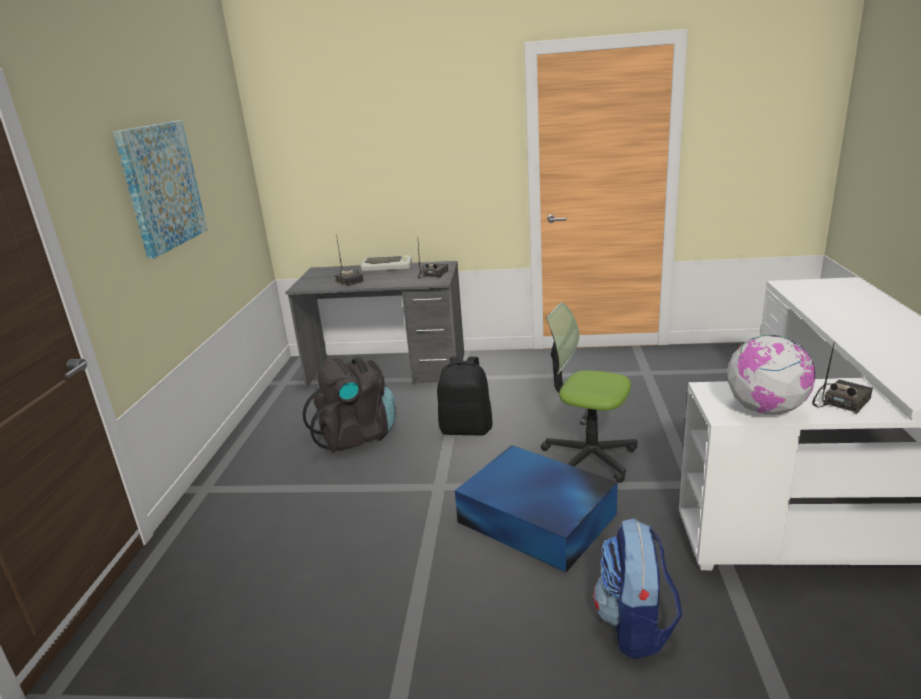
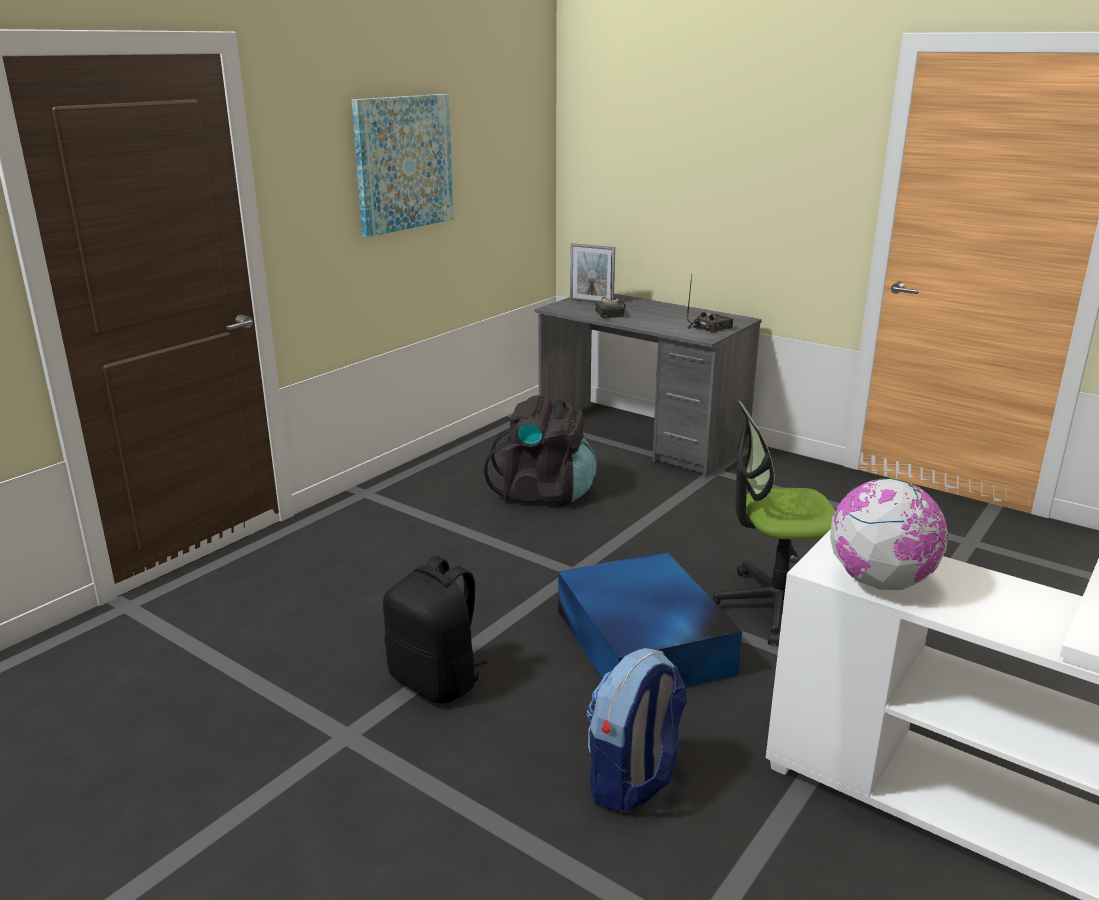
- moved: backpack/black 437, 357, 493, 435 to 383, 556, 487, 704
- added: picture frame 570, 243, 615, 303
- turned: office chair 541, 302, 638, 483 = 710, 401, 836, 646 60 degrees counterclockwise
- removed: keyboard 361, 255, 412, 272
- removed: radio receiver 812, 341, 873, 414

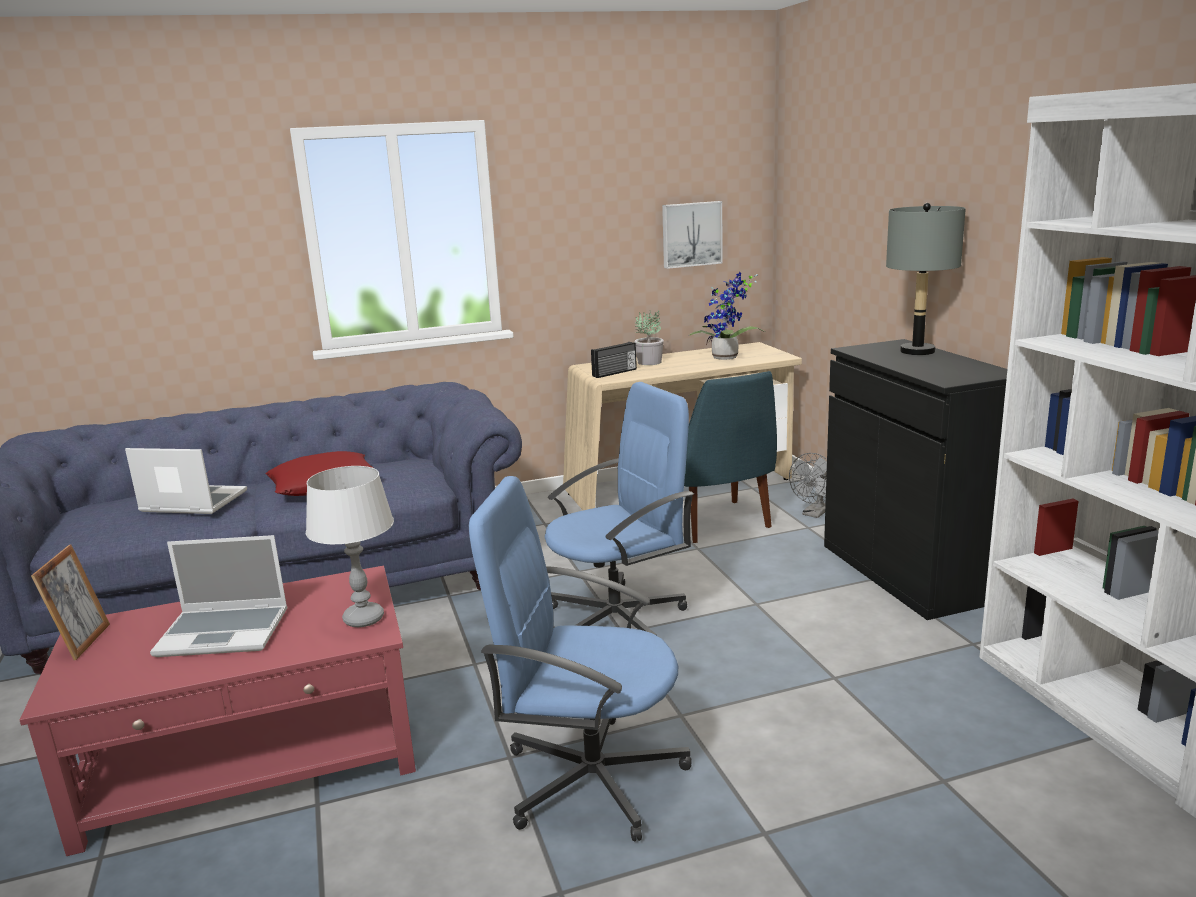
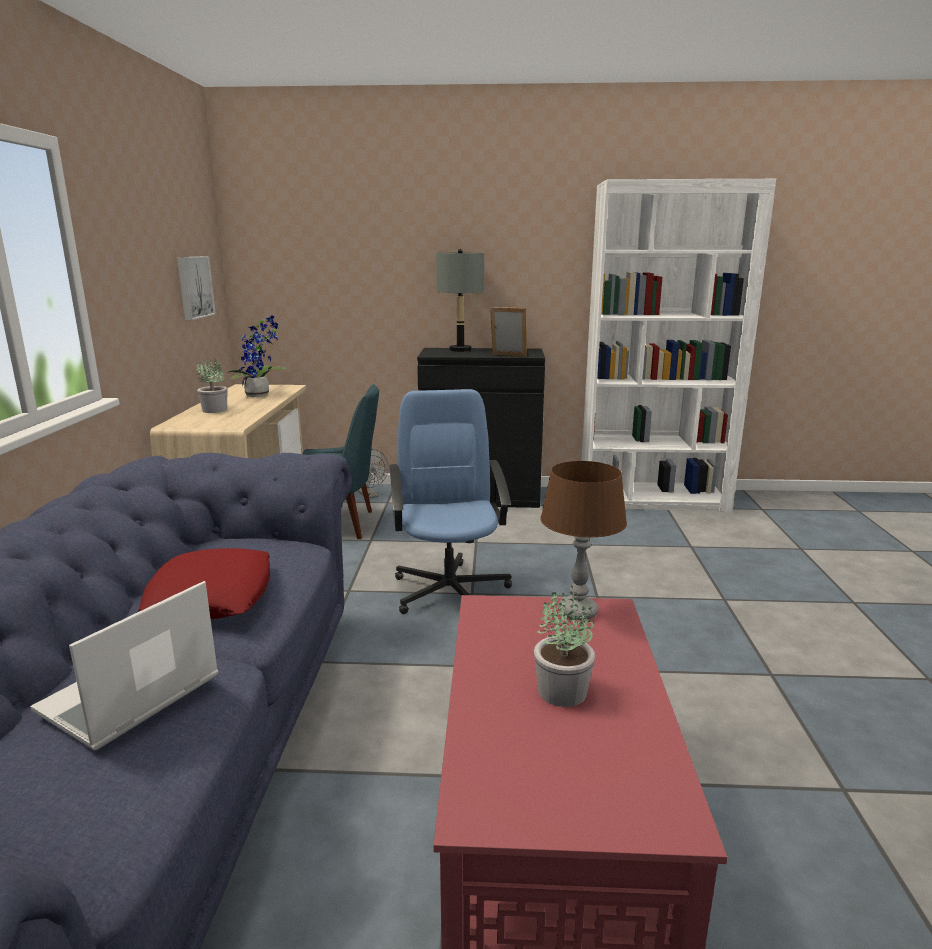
- moved: picture frame 31, 545, 110, 660 to 490, 307, 527, 357
- replaced: laptop 150, 535, 288, 657 to potted plant 534, 585, 595, 707
- recoloured: lamp for a table/grey 306, 466, 394, 627 to lamp for a table/brown-coloured 541, 461, 627, 620
- removed: office chair/bluish 469, 476, 692, 841
- removed: radio receiver 591, 342, 637, 378

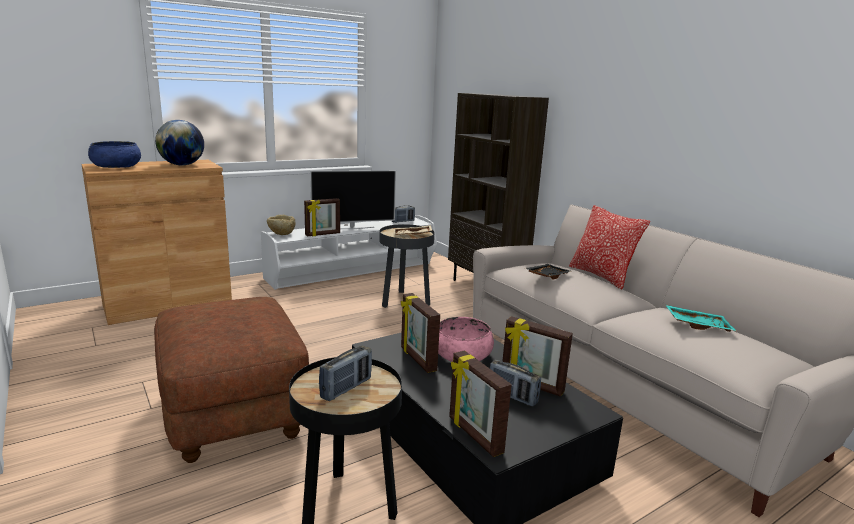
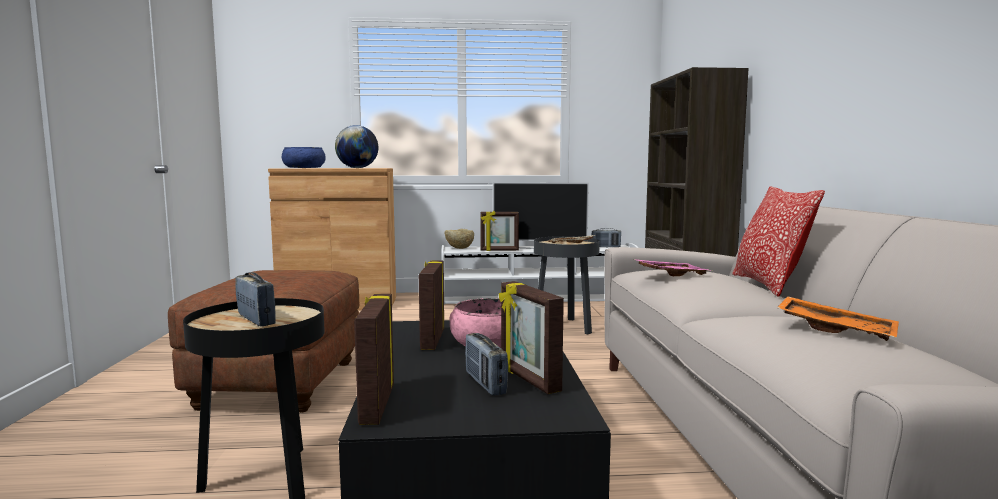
- turned: radio receiver 319, 346, 372, 401 = 236, 272, 276, 327 105 degrees counterclockwise
- recoloured: serving tray/black 525, 264, 571, 280 to serving tray/pinkish 634, 259, 712, 276
- recoloured: serving tray/turquoise-coloured 666, 305, 736, 332 to serving tray/orange-coloured 777, 296, 899, 341

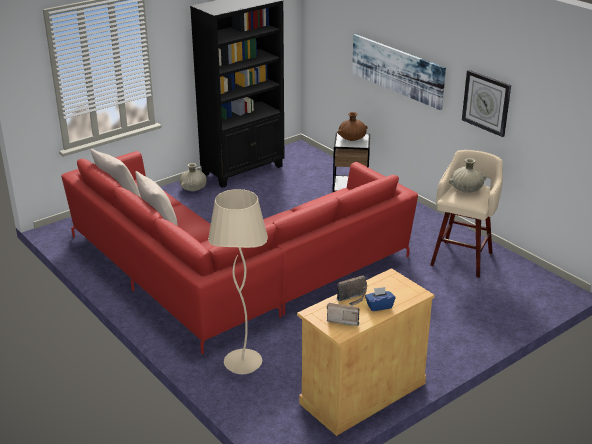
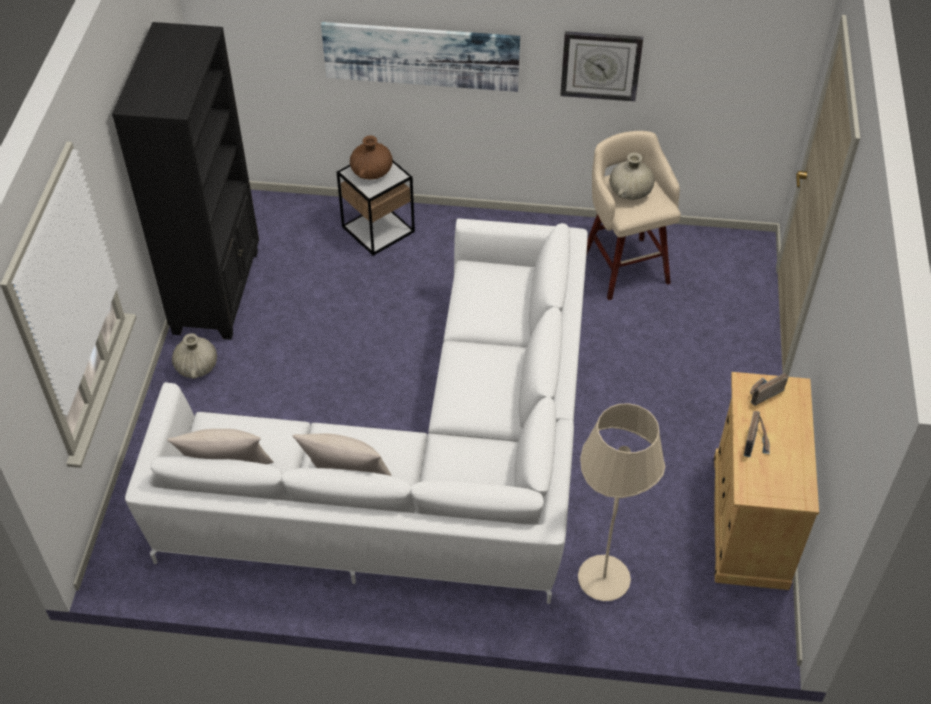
- recoloured: couch/red-coloured 61, 151, 418, 354 to couch/white-coloured 125, 218, 588, 604
- moved: radio receiver 327, 303, 359, 326 to 750, 373, 789, 406
- removed: tissue holder/bluish 365, 287, 395, 311

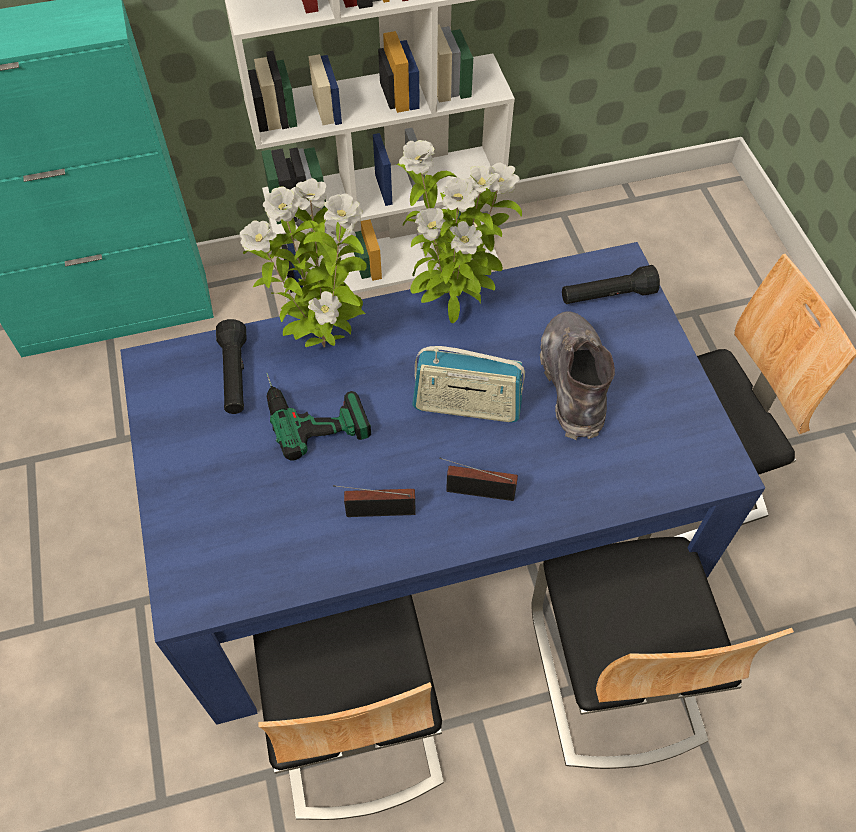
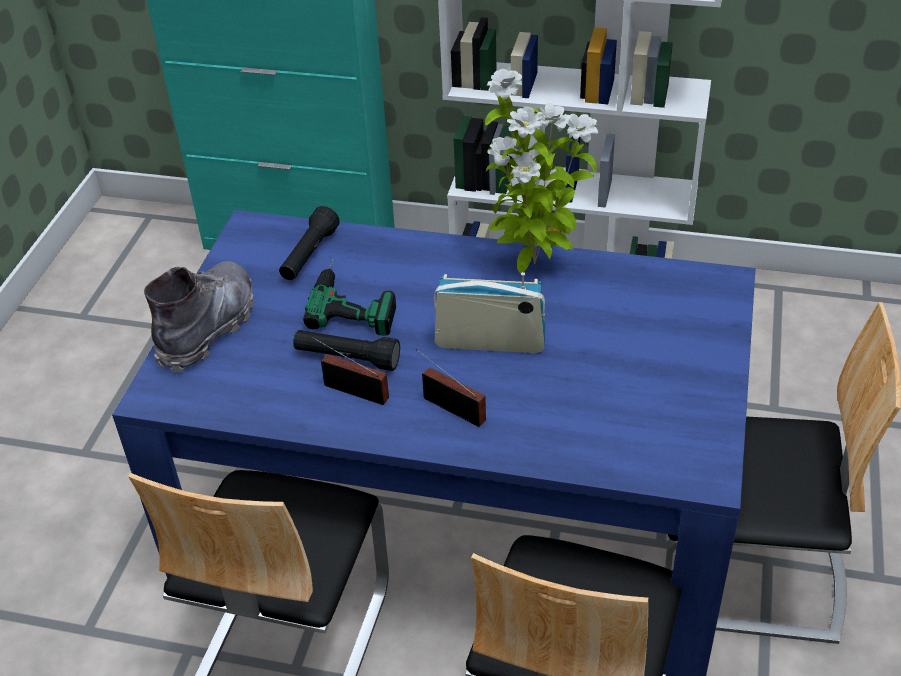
- moved: tall boot/grey 540, 311, 615, 440 to 144, 261, 254, 372
- moved: hand torch/black 562, 265, 660, 304 to 293, 330, 400, 371
- turned: radio receiver 412, 346, 525, 422 = 434, 272, 546, 353 150 degrees clockwise
- removed: potted plant 240, 178, 367, 348

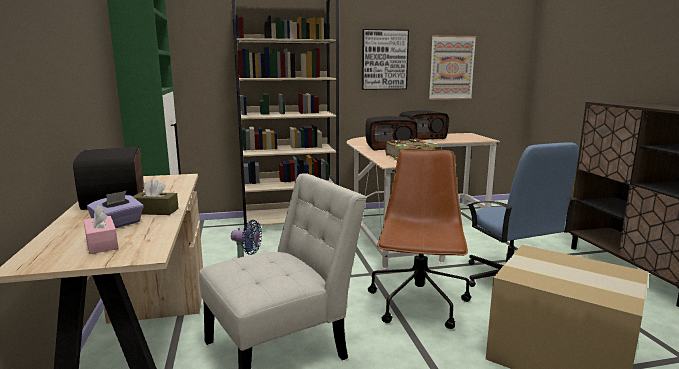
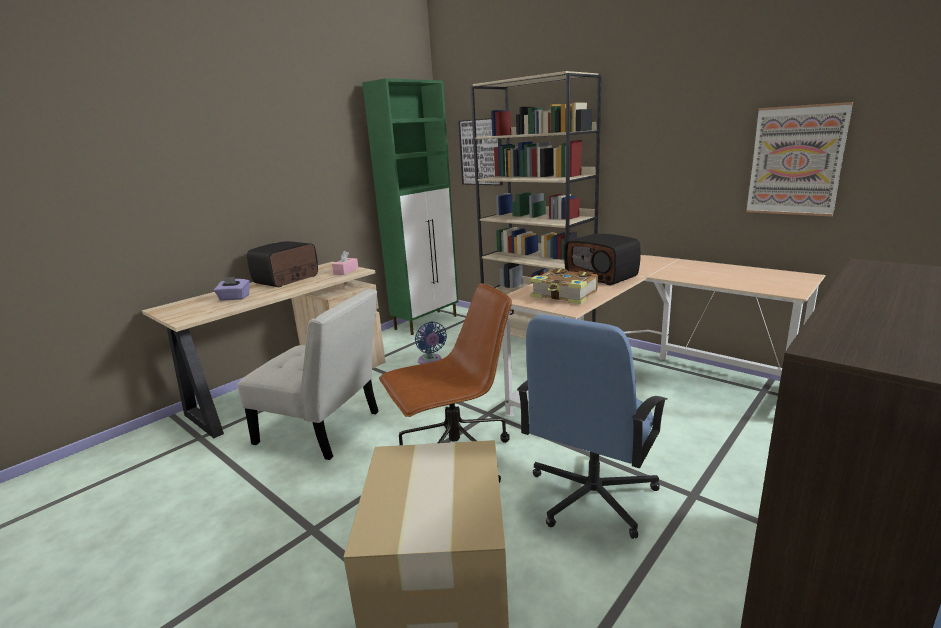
- moved: tissue holder/pinkish 84, 204, 118, 254 to 332, 251, 359, 275
- moved: wall art 362, 29, 409, 90 to 458, 118, 503, 186
- removed: tissue holder/brown-coloured 132, 179, 179, 215
- removed: radio receiver 399, 110, 449, 140

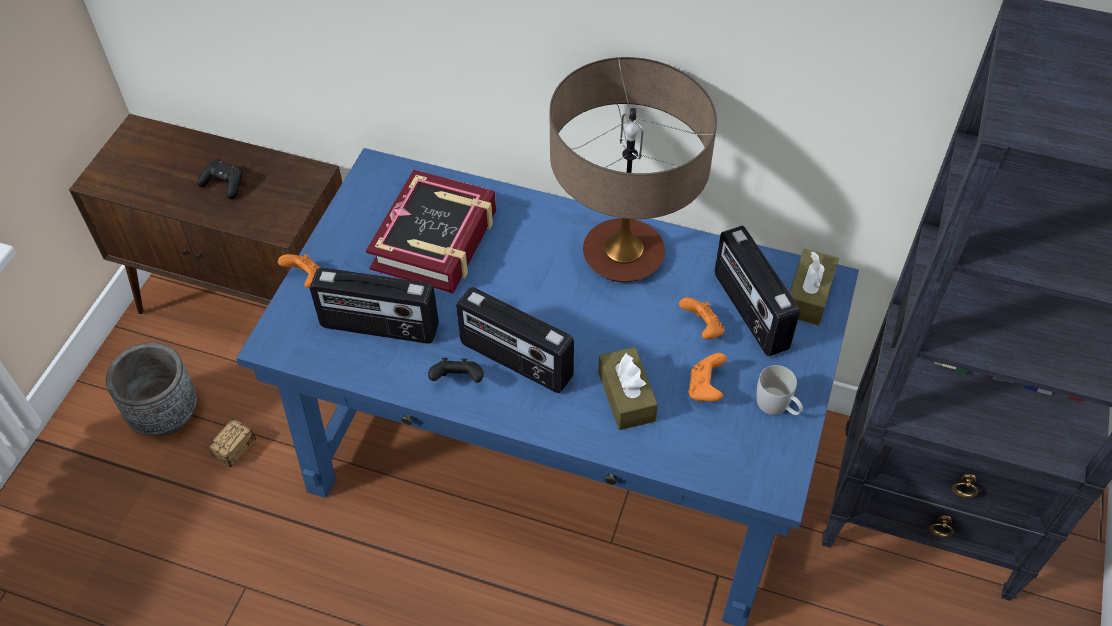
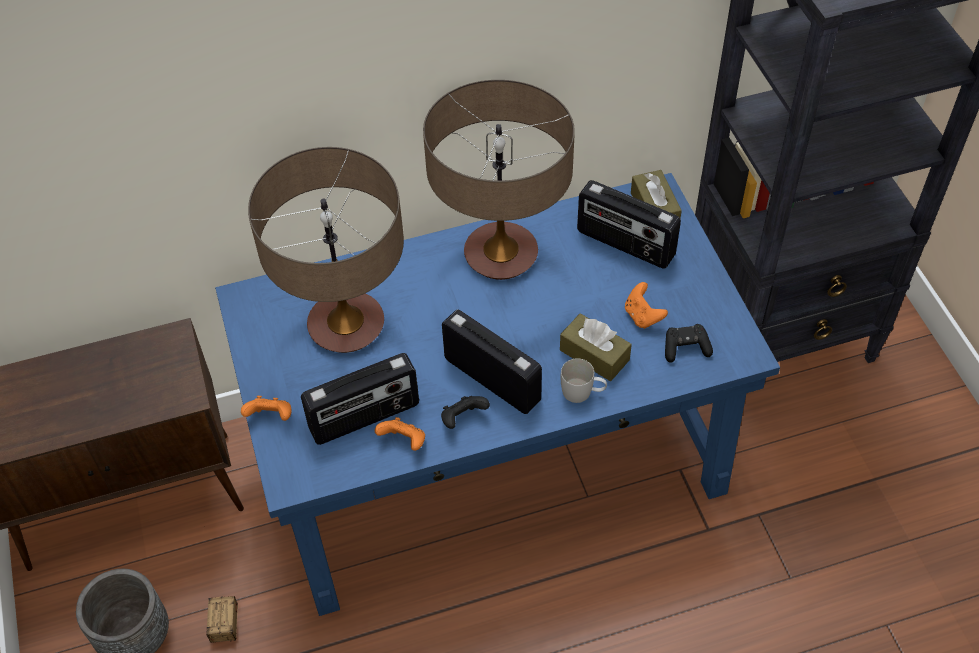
- replaced: bound book 366, 170, 496, 294 to lamp for a table 248, 147, 404, 353
- moved: game controller/orange-coloured 679, 298, 724, 340 to 375, 417, 425, 451
- turned: radio receiver 456, 287, 574, 393 = 442, 310, 542, 414 135 degrees counterclockwise
- moved: tea mug/white-coloured 757, 365, 803, 415 to 561, 358, 607, 403
- moved: game controller/black 197, 158, 243, 199 to 665, 324, 713, 363

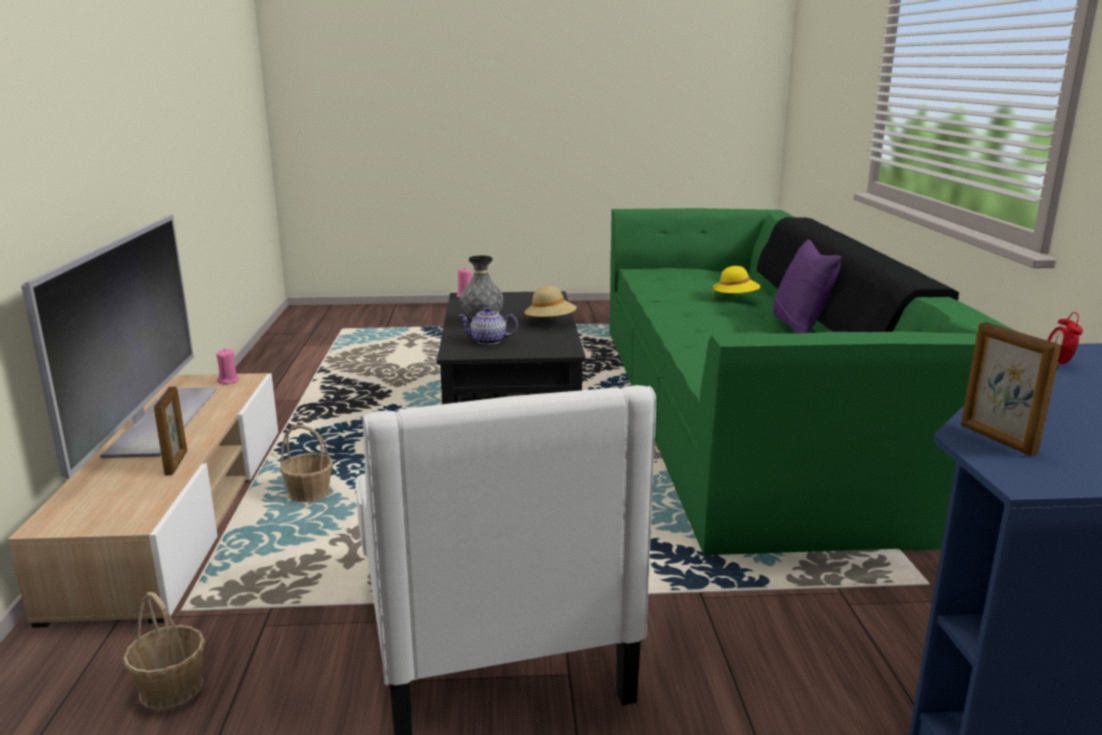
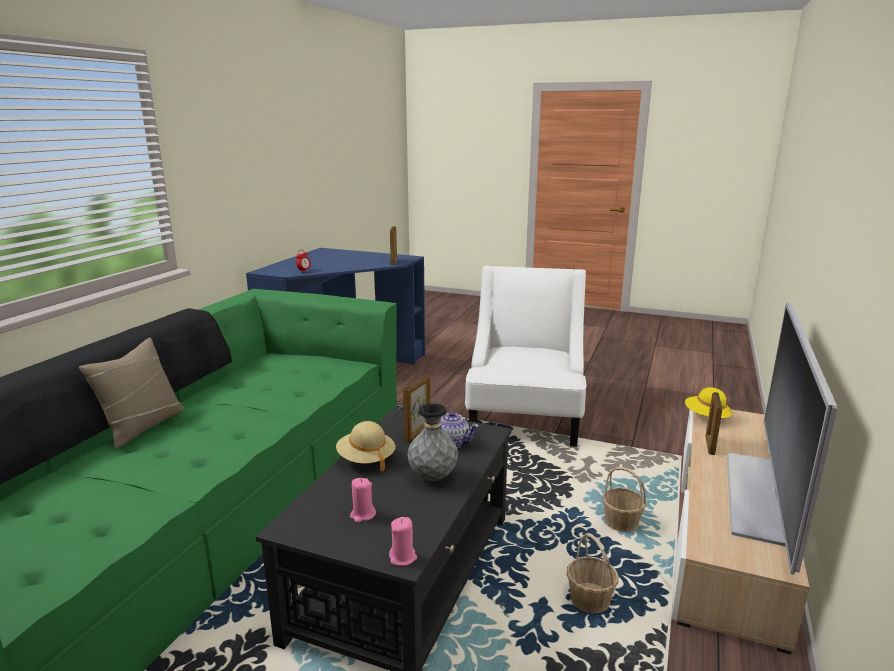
- recoloured: throw pillow/purple-coloured 773, 239, 842, 334 to throw pillow/sand-coloured 79, 338, 184, 449
- moved: candle/pinkish 216, 348, 239, 384 to 350, 478, 376, 523
- added: picture frame 403, 375, 431, 442
- moved: basket 123, 592, 205, 710 to 567, 533, 618, 613
- moved: clothing hat/yellow 712, 266, 761, 297 to 685, 387, 732, 419

